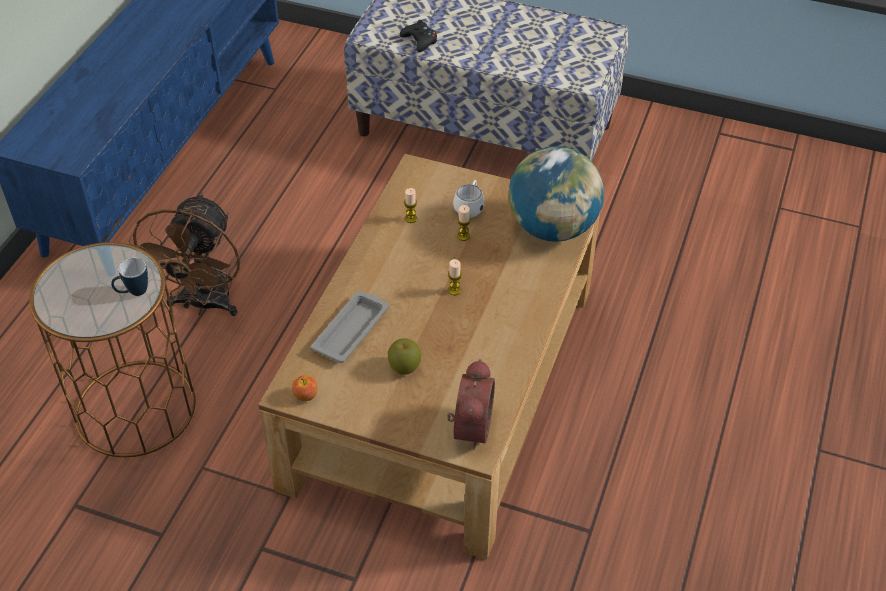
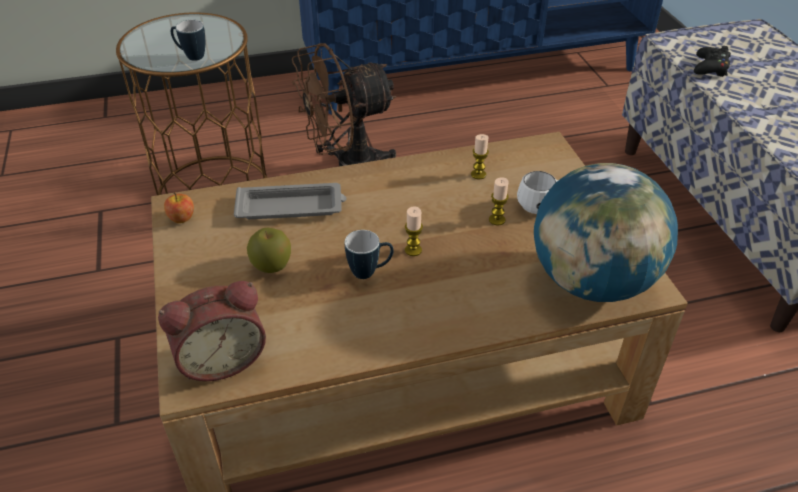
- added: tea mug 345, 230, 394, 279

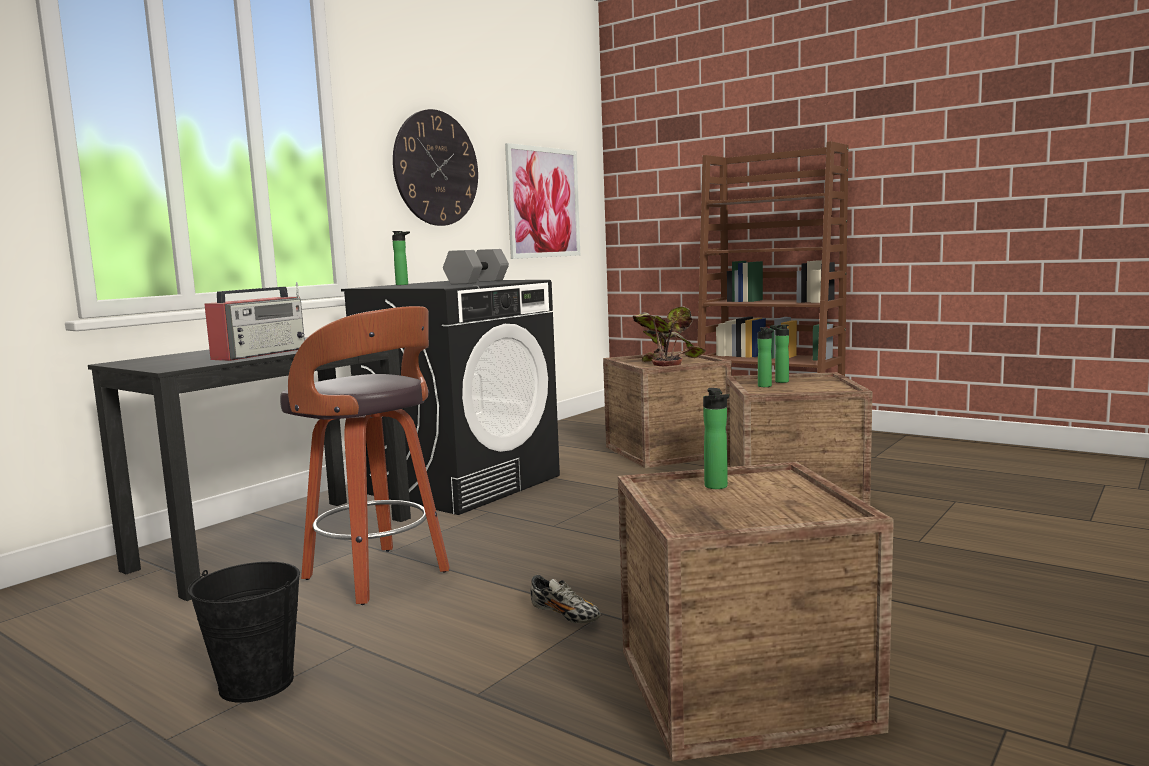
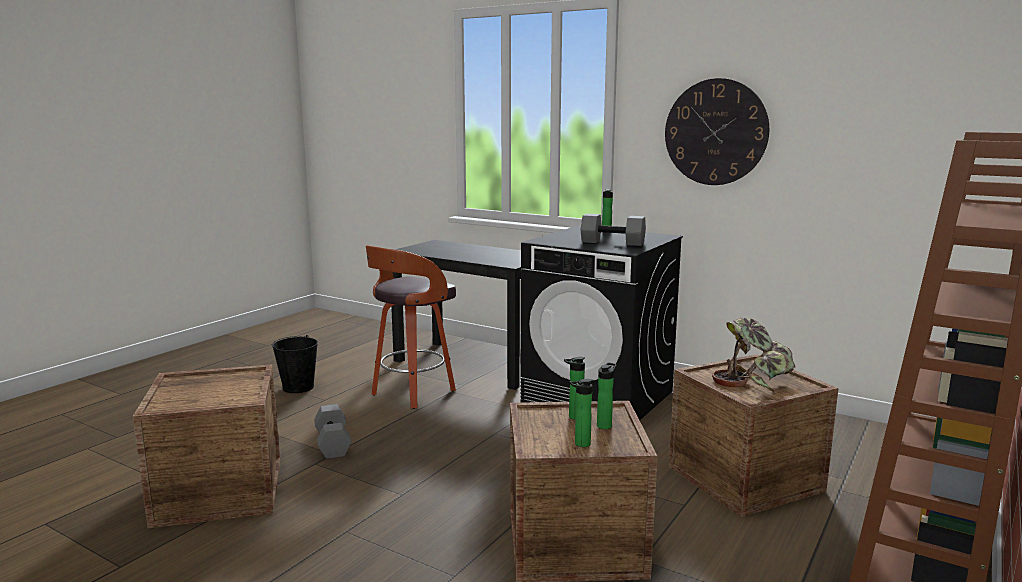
- replaced: low shoe 530, 575, 600, 623 to free weight/grey 314, 404, 351, 459
- moved: bottle 703, 388, 729, 489 to 570, 379, 593, 447
- removed: radio receiver 204, 282, 305, 361
- removed: wall art 505, 143, 580, 259

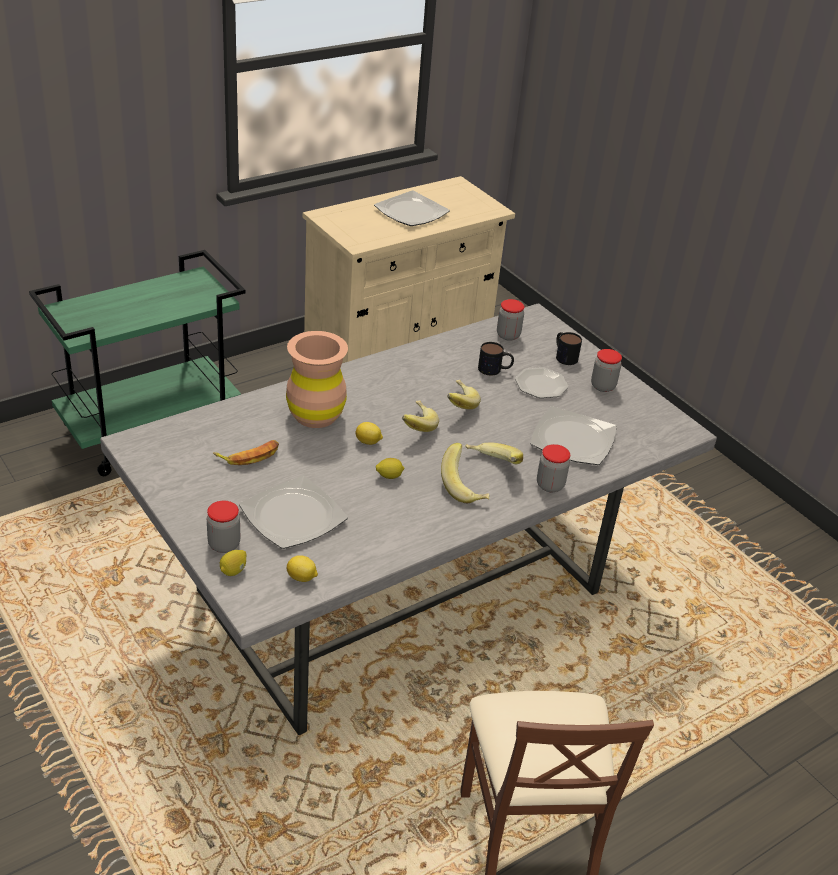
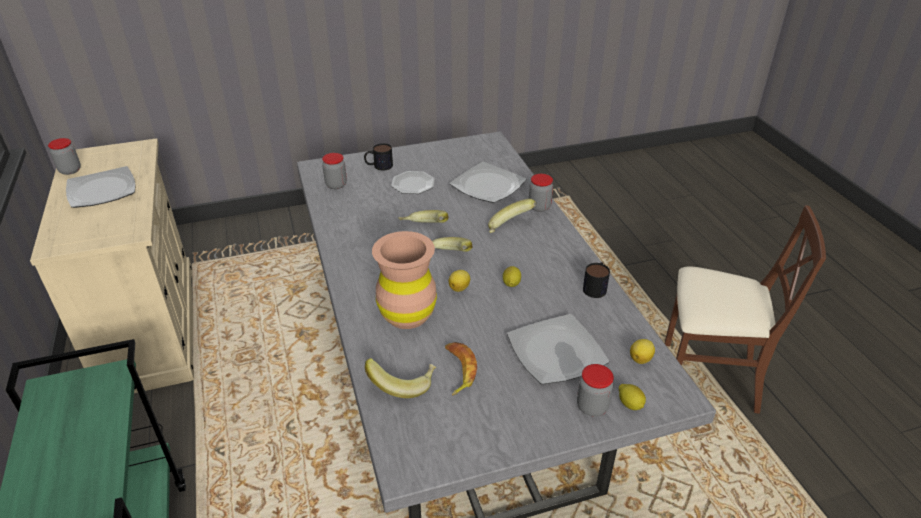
- moved: jar 591, 349, 622, 392 to 48, 138, 81, 175
- moved: banana fruit 441, 443, 489, 503 to 365, 358, 436, 398
- moved: tea mug 478, 342, 514, 376 to 583, 262, 610, 298

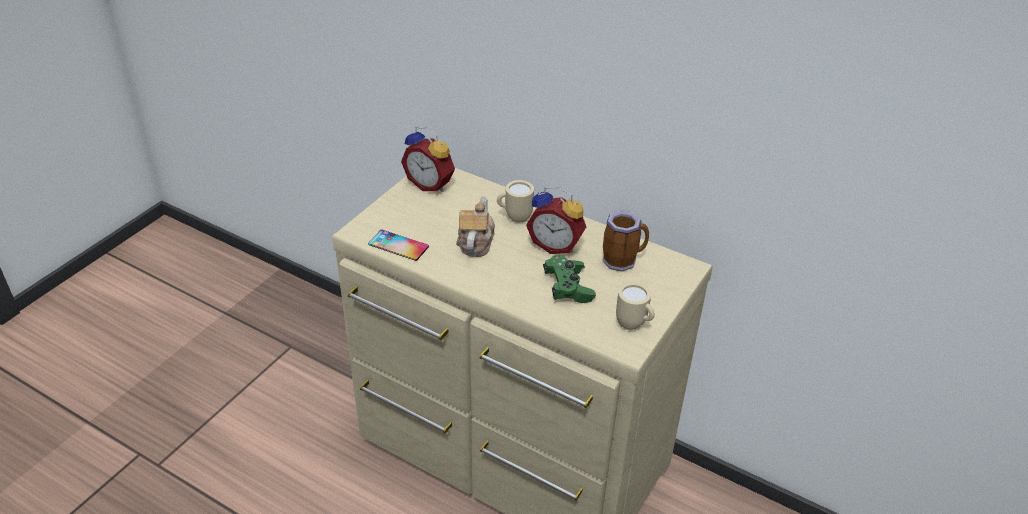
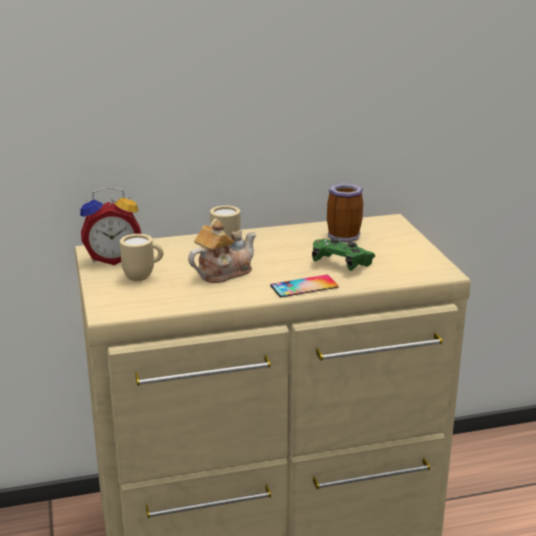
- moved: tea mug/sand-coloured 616, 282, 655, 330 to 120, 234, 163, 281
- turned: teapot 456, 196, 495, 257 = 188, 220, 256, 283 90 degrees clockwise
- moved: telephone 368, 230, 429, 261 to 271, 275, 339, 297
- removed: bedside clock 526, 187, 586, 254

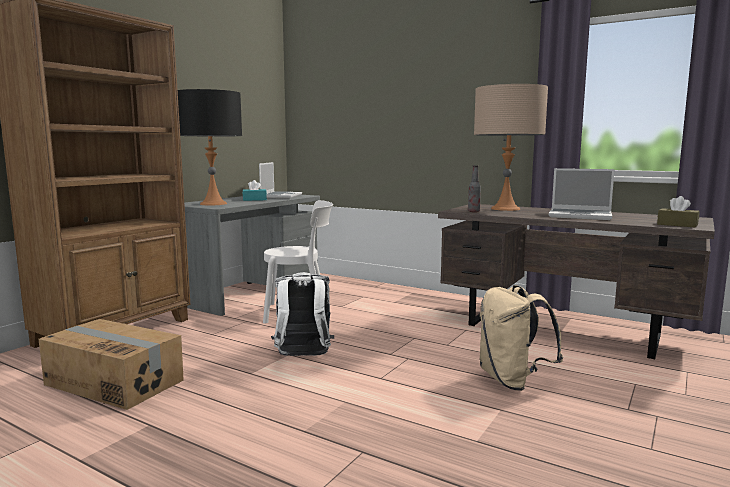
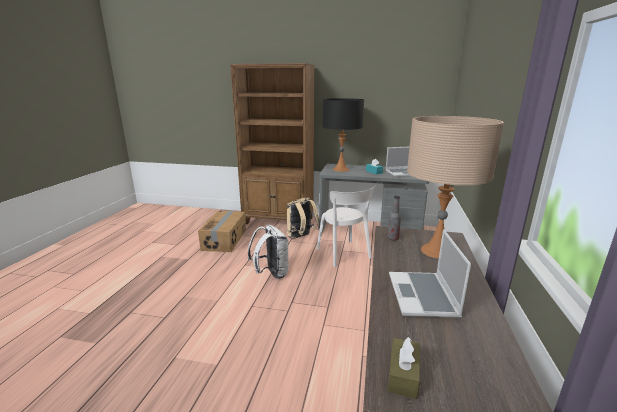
- moved: backpack/sand-coloured 479, 285, 563, 391 to 287, 198, 320, 239

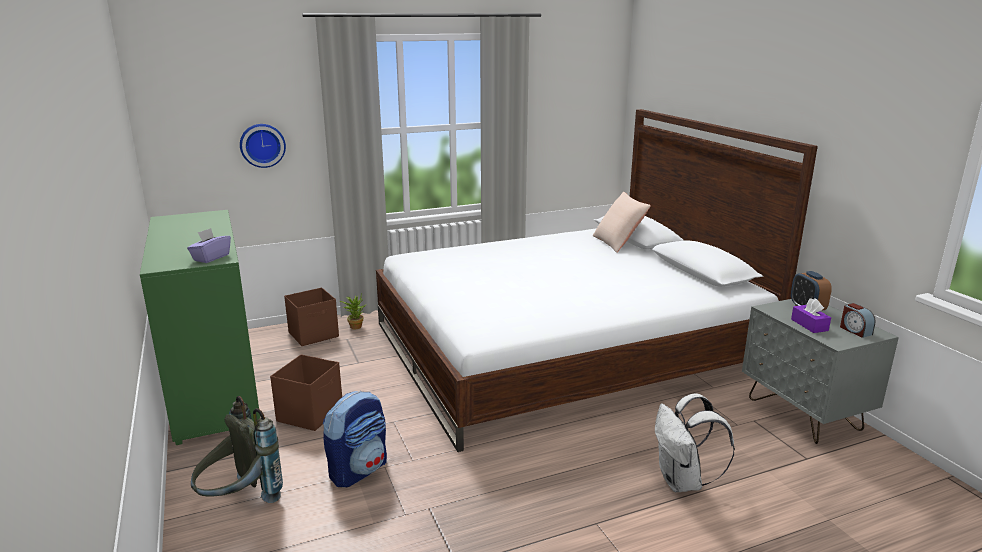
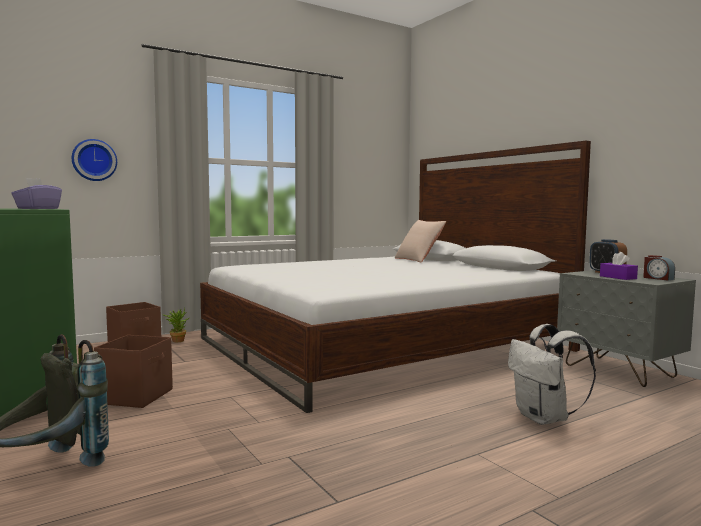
- removed: backpack 323, 391, 387, 487

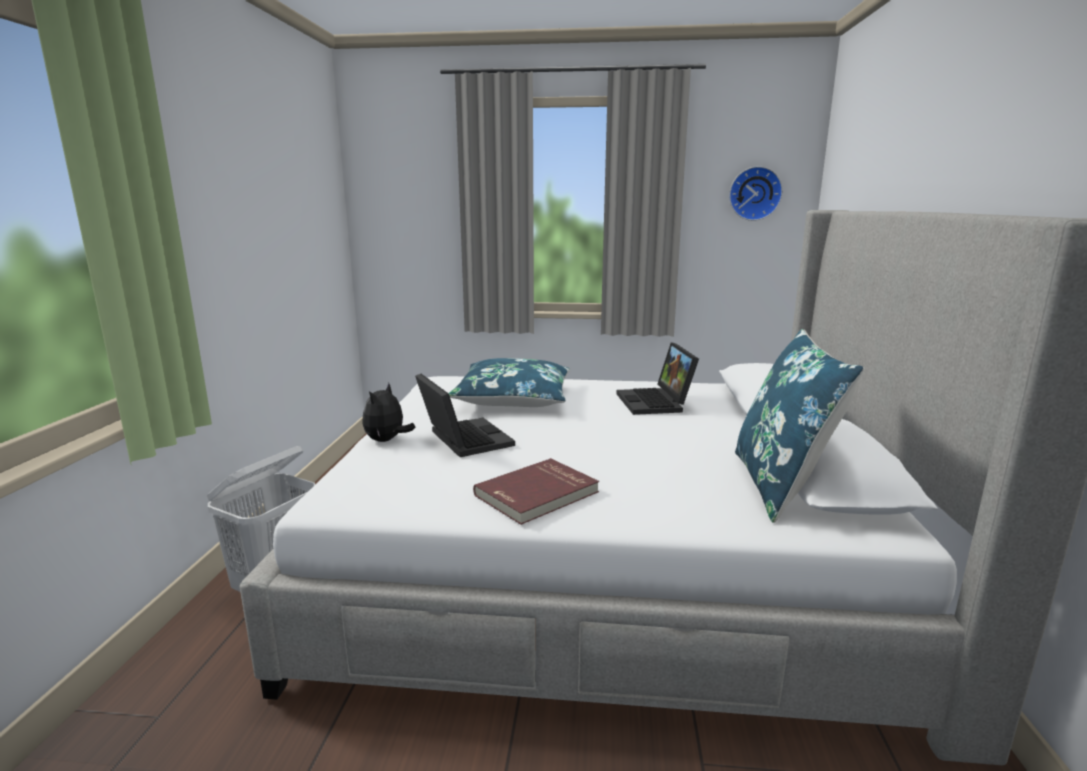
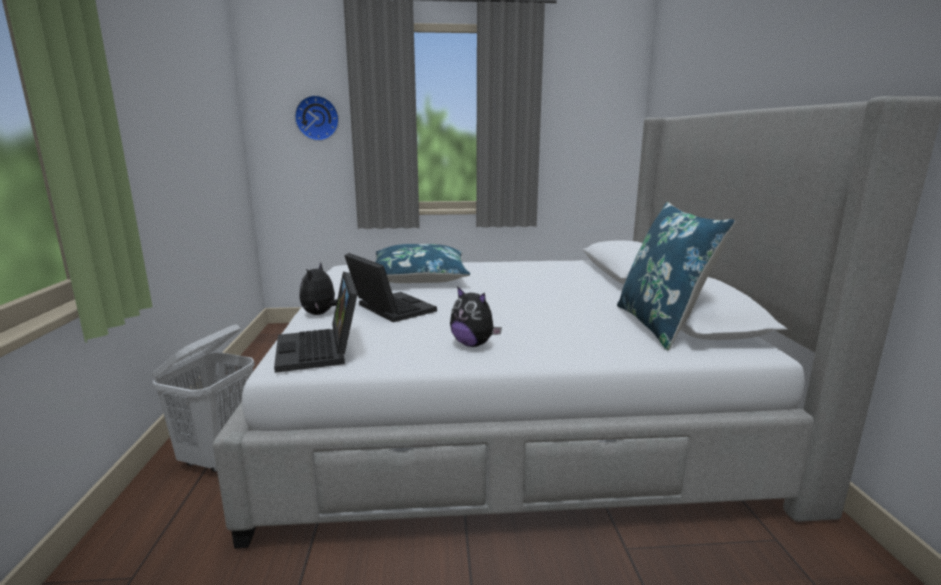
- moved: laptop 616, 342, 699, 415 to 274, 272, 357, 373
- moved: hanging clock 729, 166, 783, 221 to 295, 95, 339, 141
- replaced: bound book/red-coloured 473, 458, 599, 525 to soft toy 450, 286, 502, 347

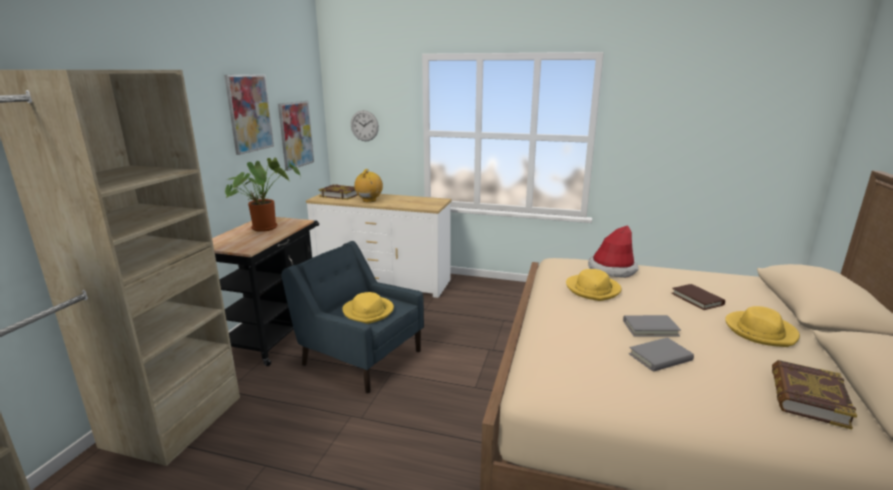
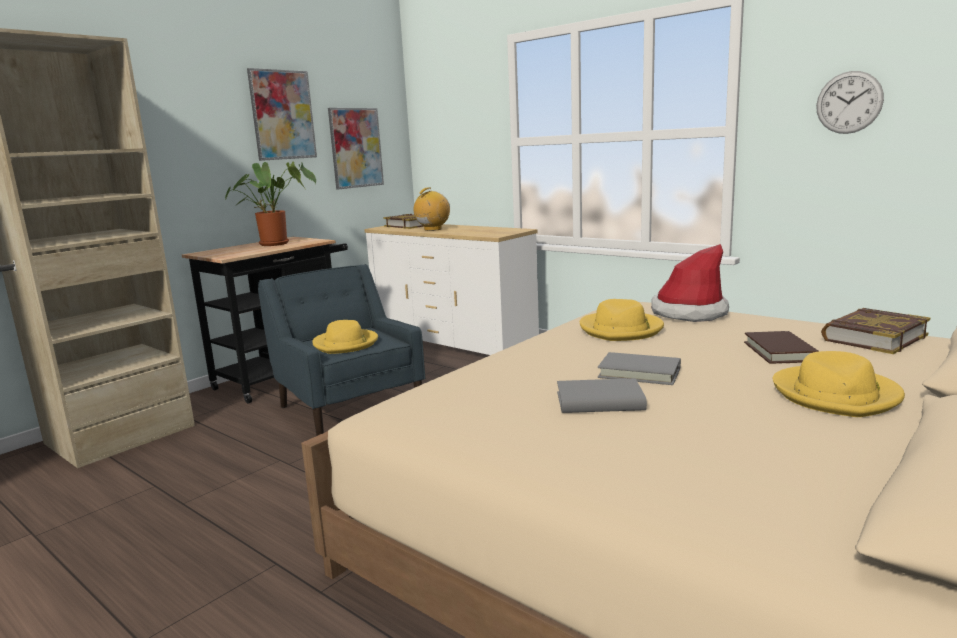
- moved: hanging clock 351, 110, 379, 141 to 816, 71, 884, 134
- moved: bound book 772, 360, 857, 429 to 821, 308, 930, 354

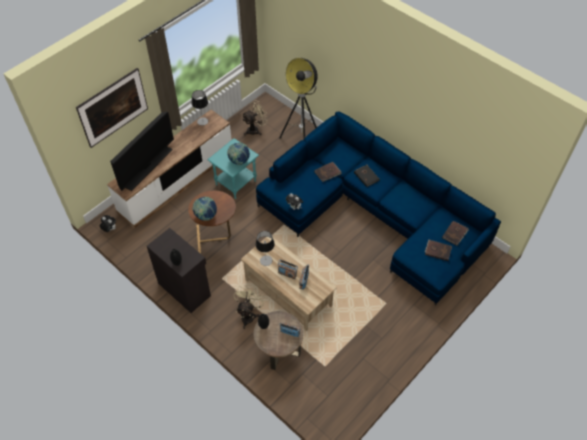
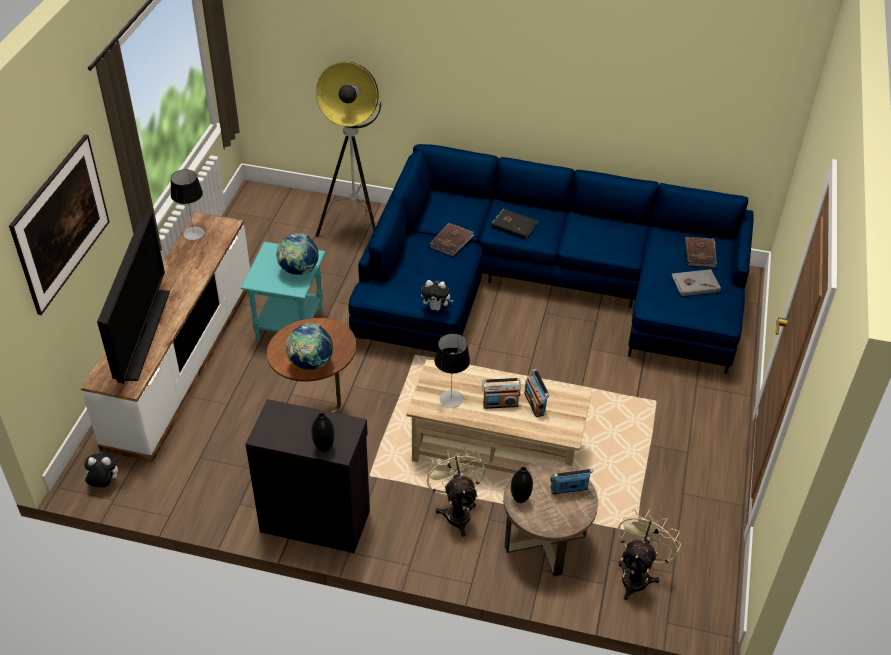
- moved: electric fan/sand-coloured 242, 100, 268, 136 to 617, 509, 681, 600
- recoloured: bound book/brown-coloured 425, 239, 452, 261 to bound book/grey 672, 269, 721, 296

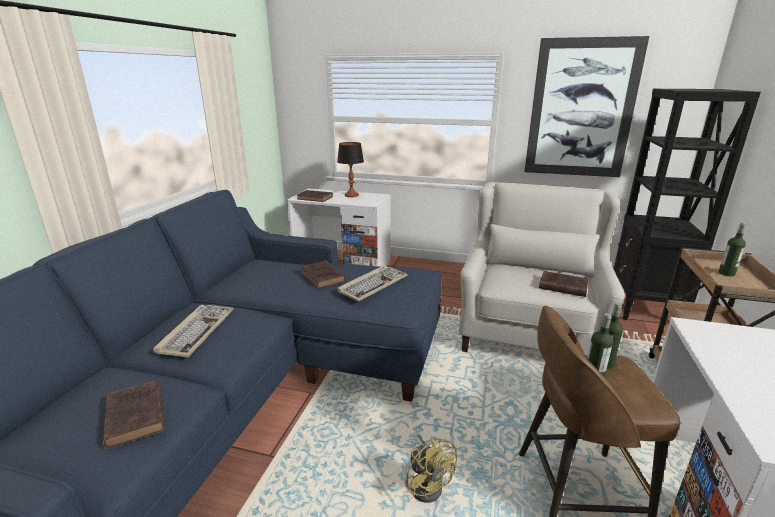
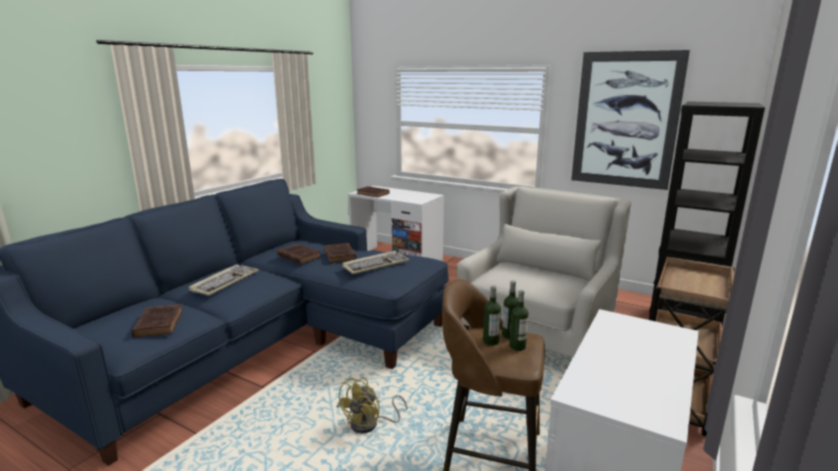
- moved: bound book/brown-coloured 539, 271, 588, 297 to 277, 244, 321, 264
- turned: electric fan/yellow 405, 434, 457, 503 = 336, 378, 407, 434 45 degrees clockwise
- moved: bottle 718, 223, 746, 276 to 509, 289, 528, 351
- removed: lamp for a table 337, 142, 364, 197

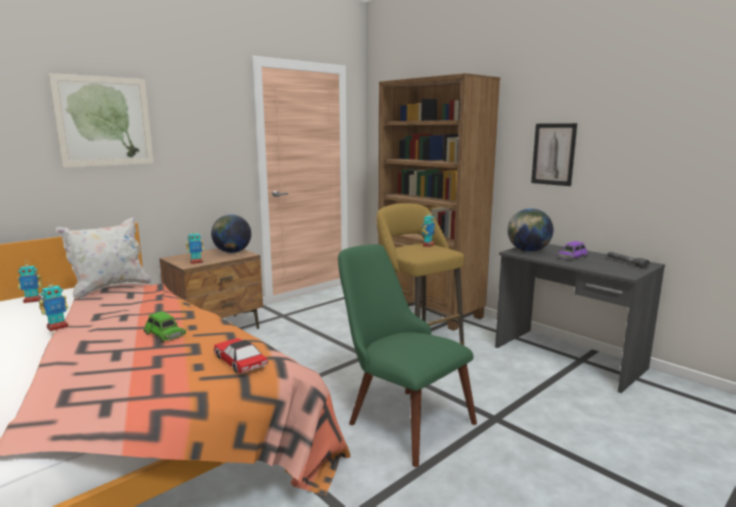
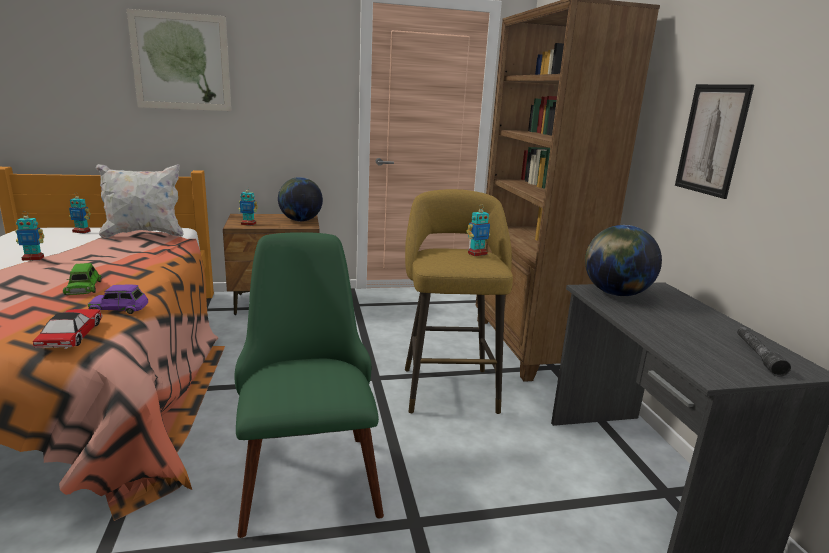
- moved: toy car/purple-coloured 556, 241, 588, 261 to 87, 284, 148, 314

